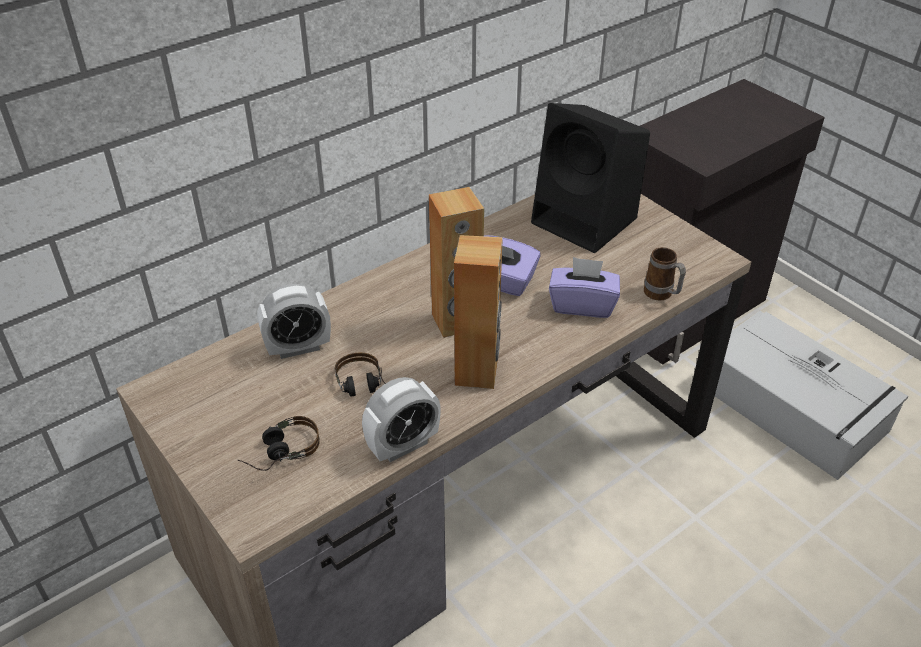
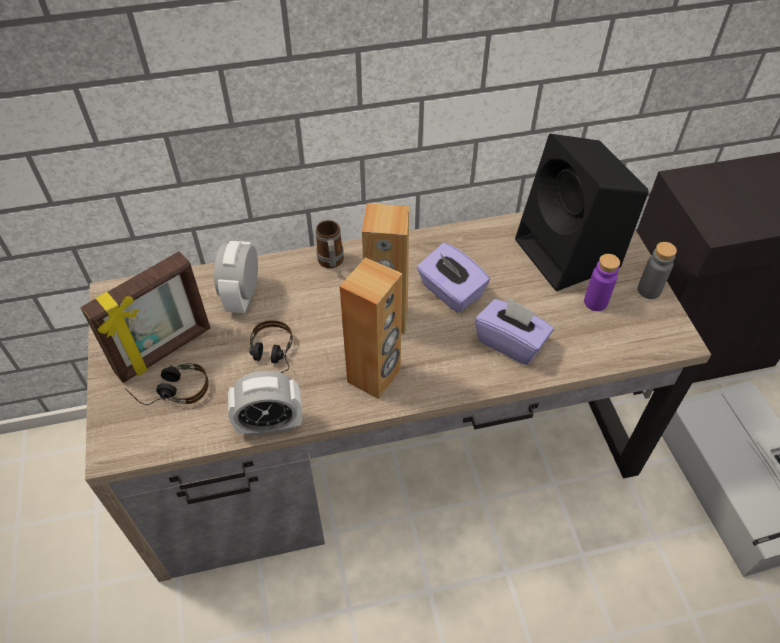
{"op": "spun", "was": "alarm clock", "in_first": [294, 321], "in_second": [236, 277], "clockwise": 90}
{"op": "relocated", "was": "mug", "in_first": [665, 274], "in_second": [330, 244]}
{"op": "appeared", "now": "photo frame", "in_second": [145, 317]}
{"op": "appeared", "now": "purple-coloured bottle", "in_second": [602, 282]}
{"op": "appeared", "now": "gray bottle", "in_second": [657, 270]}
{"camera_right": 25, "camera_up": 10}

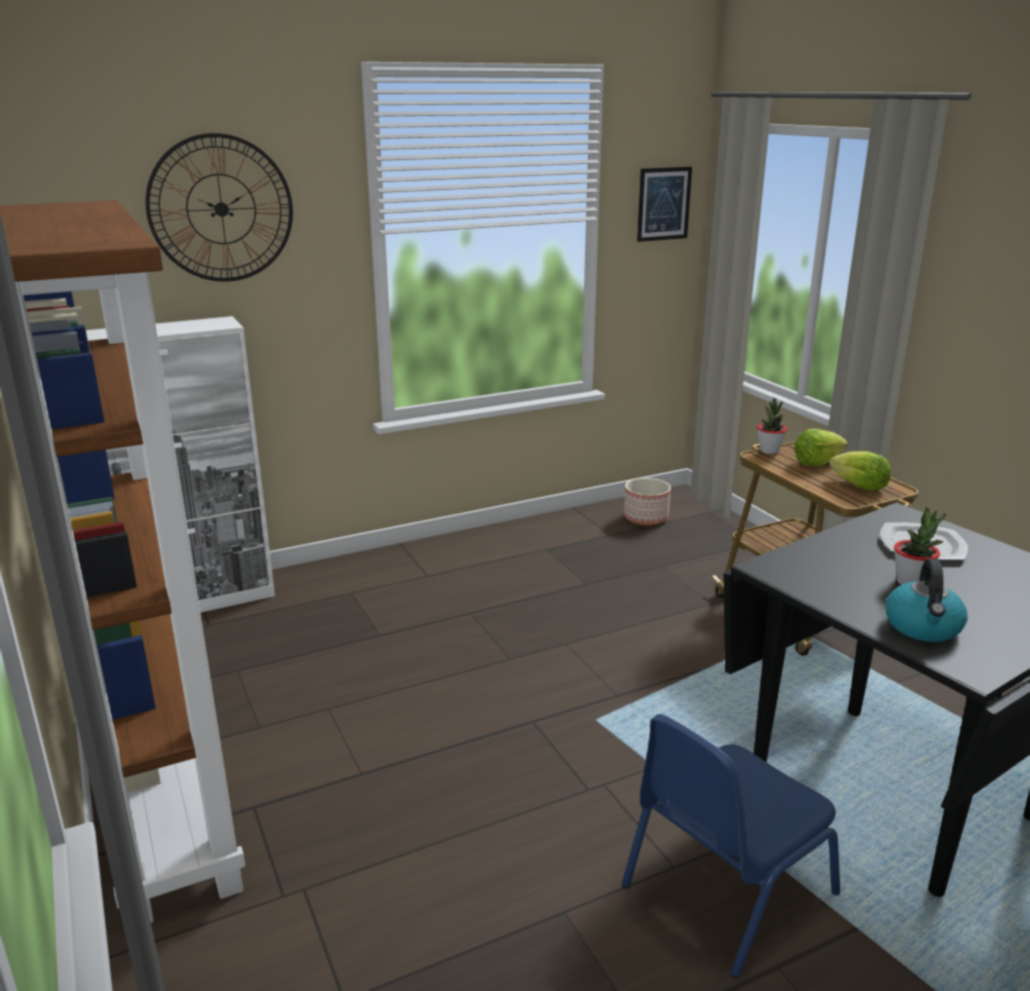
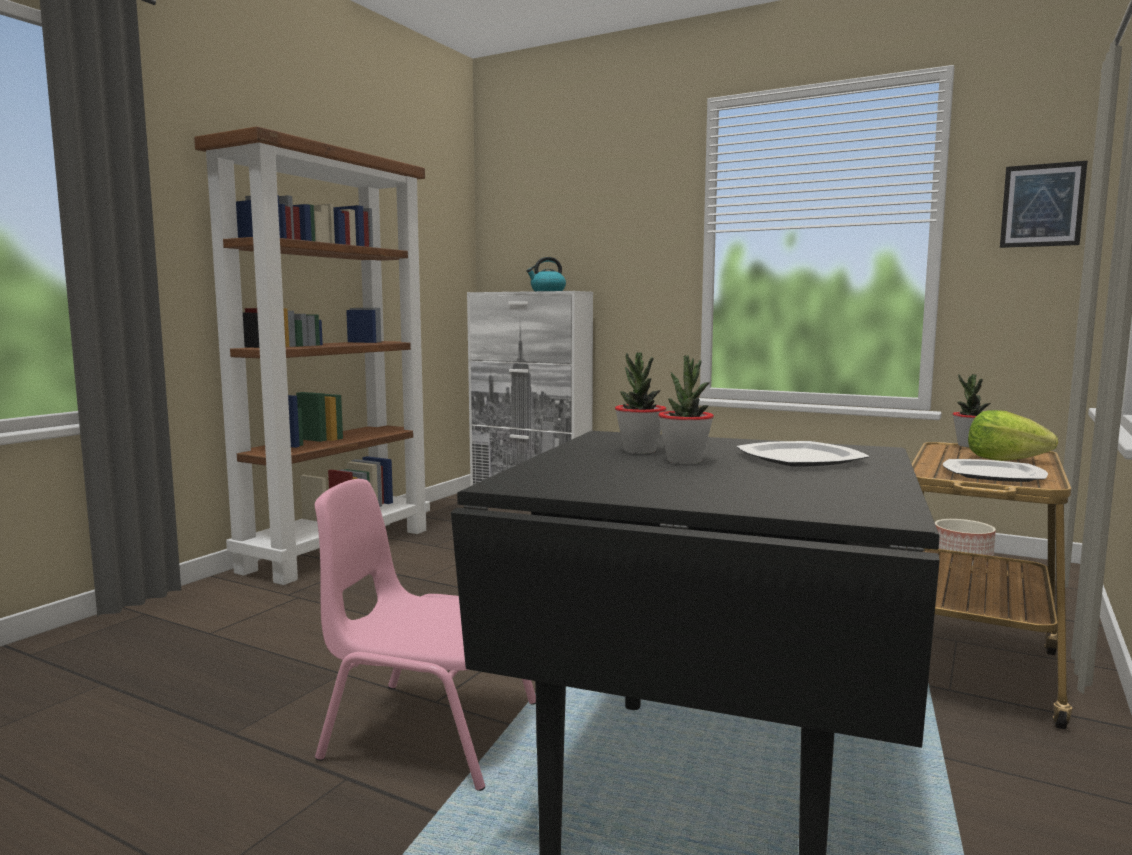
{"op": "missing", "was": "hanging clock", "in_first": [219, 207]}
{"op": "colour", "was": "blue-coloured chair", "now": "pink-coloured chair", "in_first": [731, 846], "in_second": [425, 635]}
{"op": "exchanged", "was": "lettuce head", "now": "dinner plate", "in_first": [860, 471], "in_second": [995, 470]}
{"op": "relocated", "was": "kettle", "in_first": [926, 600], "in_second": [546, 274]}
{"op": "appeared", "now": "houseplant", "in_second": [640, 403]}
{"camera_right": 55, "camera_up": -15}

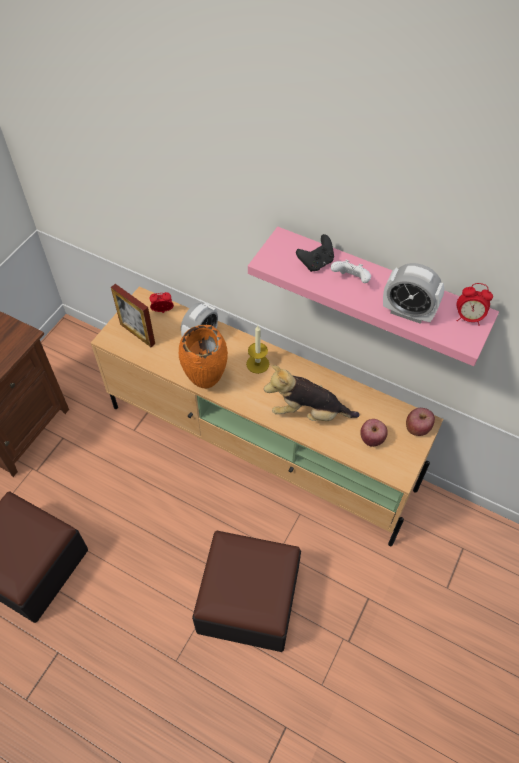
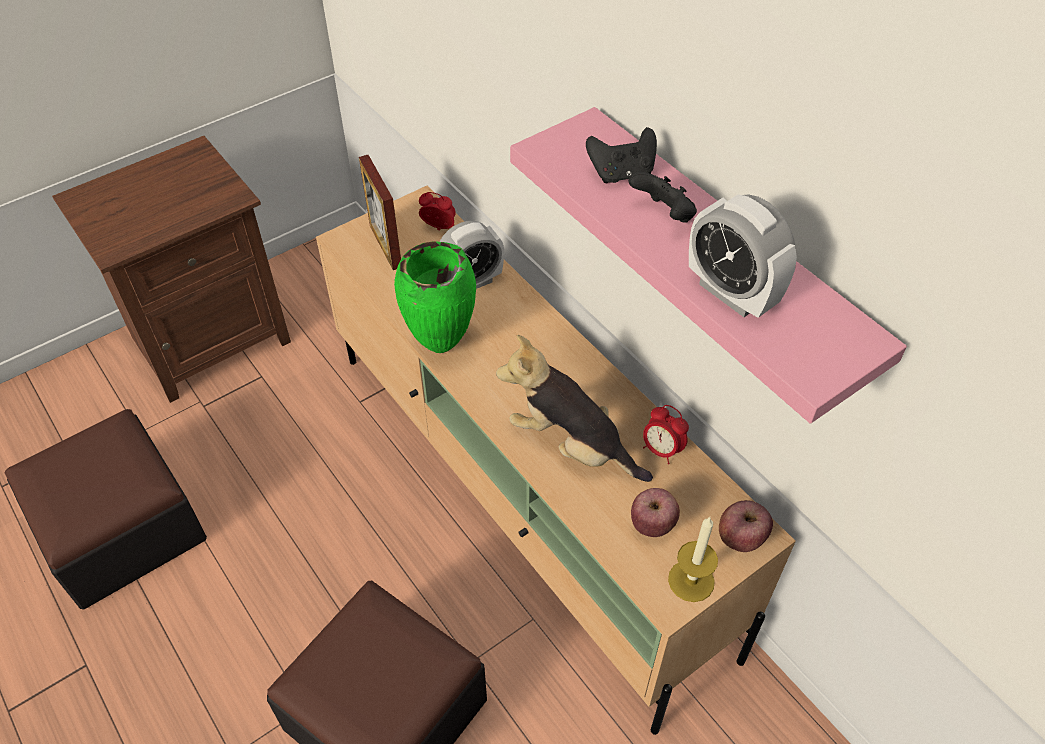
{"op": "colour", "was": "orange flower vase", "now": "green-coloured flower vase", "in_first": [203, 357], "in_second": [435, 297]}
{"op": "relocated", "was": "wax light", "in_first": [257, 350], "in_second": [693, 559]}
{"op": "colour", "was": "white gamepad", "now": "black-coloured gamepad", "in_first": [351, 271], "in_second": [662, 197]}
{"op": "relocated", "was": "alarm clock", "in_first": [475, 304], "in_second": [666, 434]}
{"camera_right": 25, "camera_up": -5}

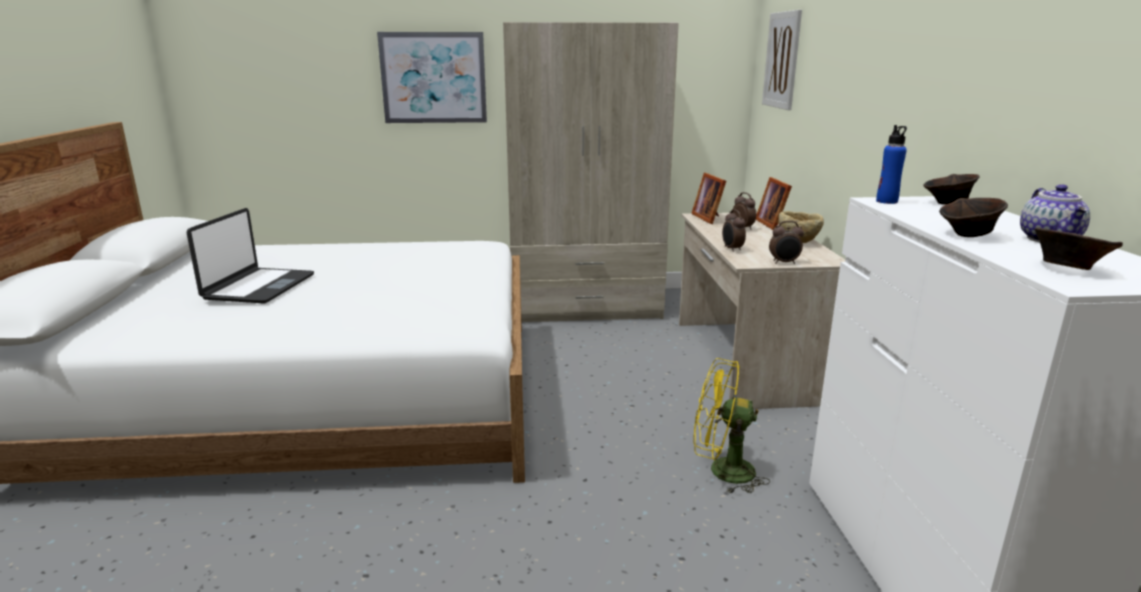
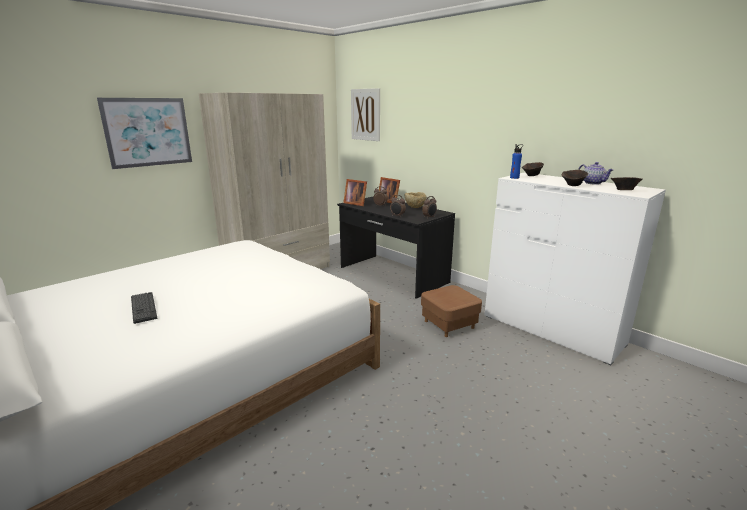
{"op": "exchanged", "was": "notebook computer", "now": "keyboard", "in_first": [250, 256], "in_second": [144, 308]}
{"op": "colour", "was": "sand-coloured desk table", "now": "black-coloured desk table", "in_first": [762, 310], "in_second": [396, 247]}
{"op": "exchanged", "was": "yellow-coloured electric fan", "now": "brownish pouffe", "in_first": [731, 425], "in_second": [451, 311]}
{"camera_right": -40, "camera_up": 0}

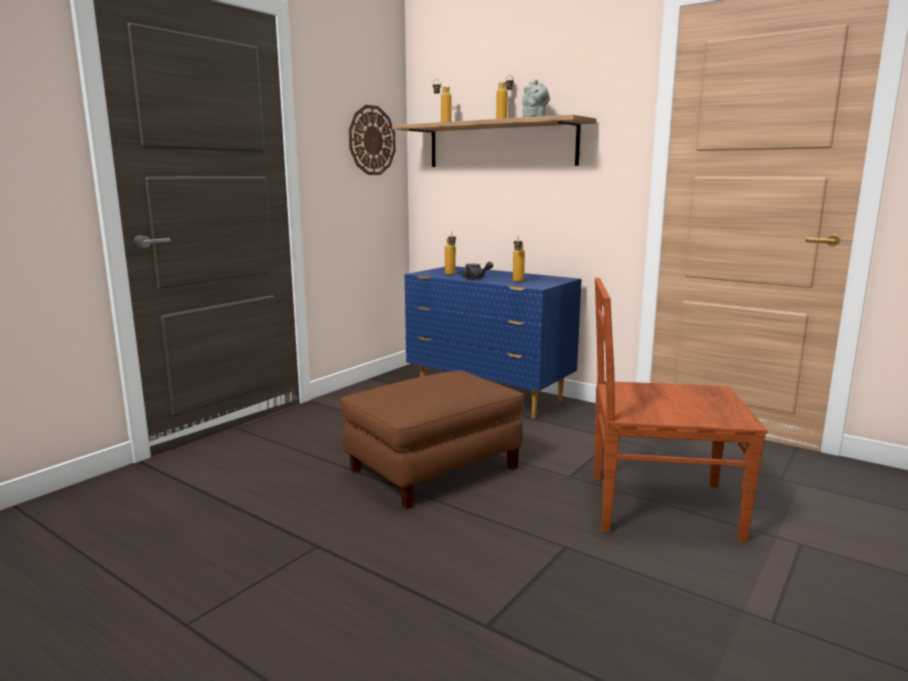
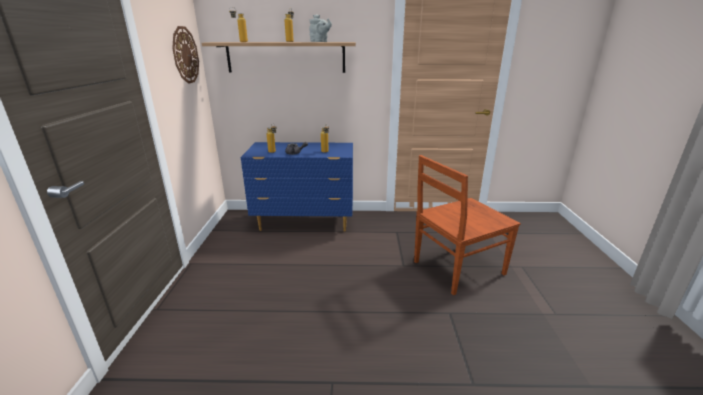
{"op": "missing", "was": "brownish pouffe", "in_first": [432, 439]}
{"camera_right": -35, "camera_up": 10}

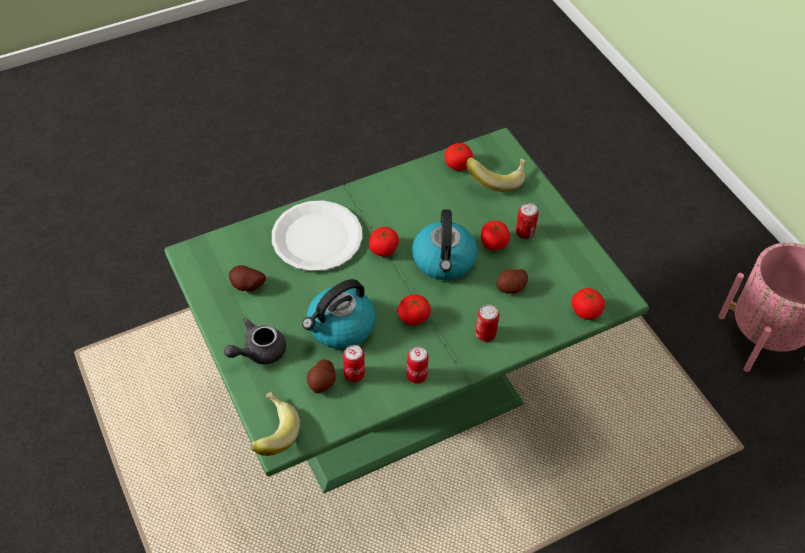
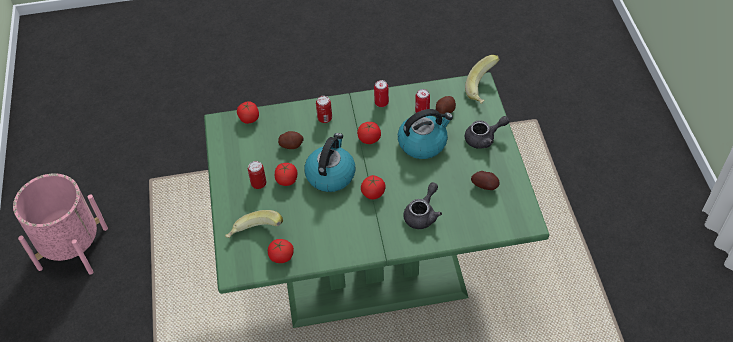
{"op": "exchanged", "was": "white dinner plate", "now": "gray teapot", "in_first": [317, 236], "in_second": [422, 205]}
{"camera_right": -160, "camera_up": 0}

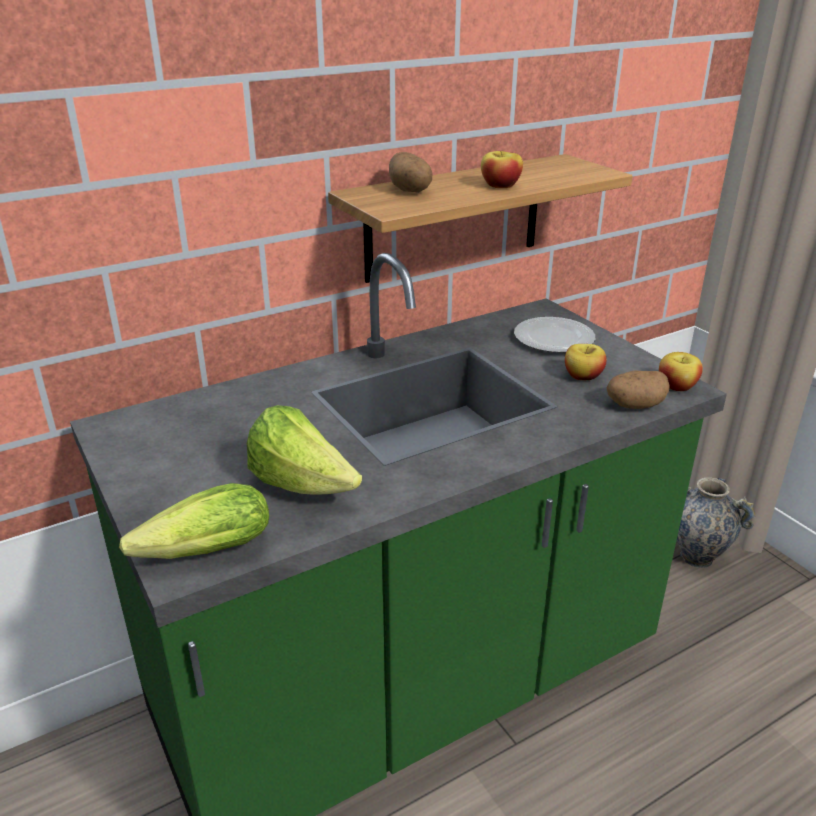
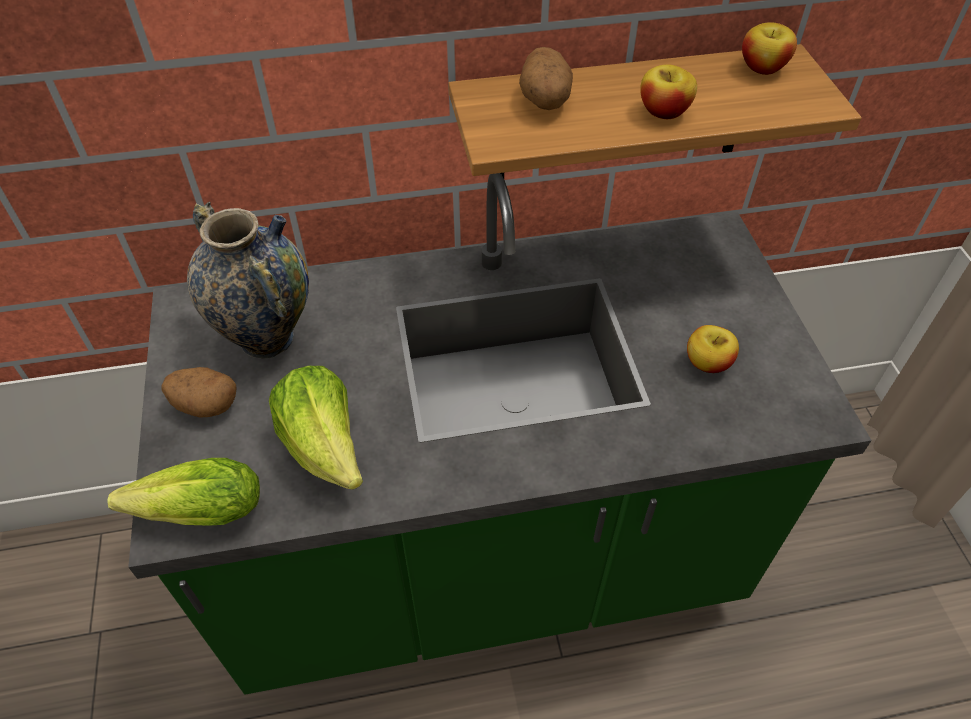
{"op": "missing", "was": "dinner plate", "in_first": [554, 335]}
{"op": "relocated", "was": "whole potato", "in_first": [638, 389], "in_second": [199, 392]}
{"op": "relocated", "was": "apple fruit", "in_first": [681, 371], "in_second": [769, 48]}
{"op": "relocated", "was": "flower vase", "in_first": [716, 523], "in_second": [248, 280]}
{"camera_right": 20, "camera_up": 20}

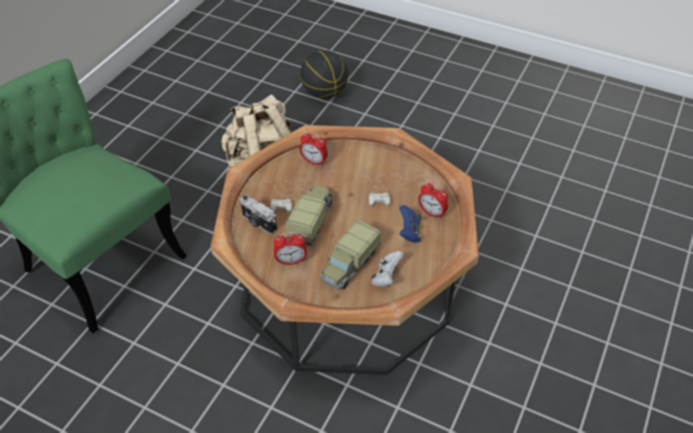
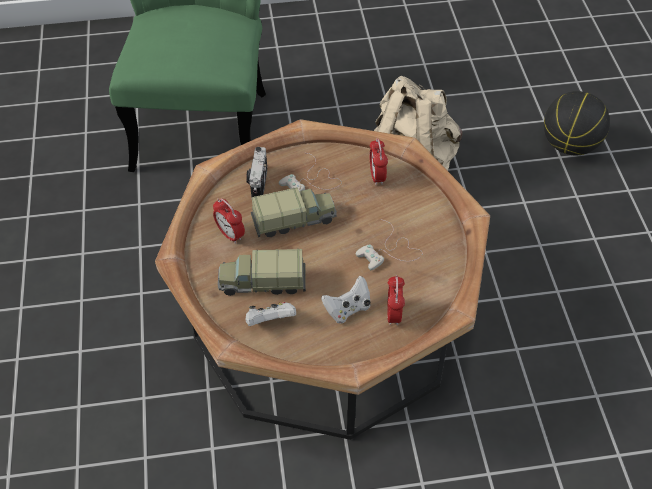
{"op": "colour", "was": "blue-coloured gamepad", "now": "white gamepad", "in_first": [410, 224], "in_second": [345, 299]}
{"camera_right": 55, "camera_up": 5}

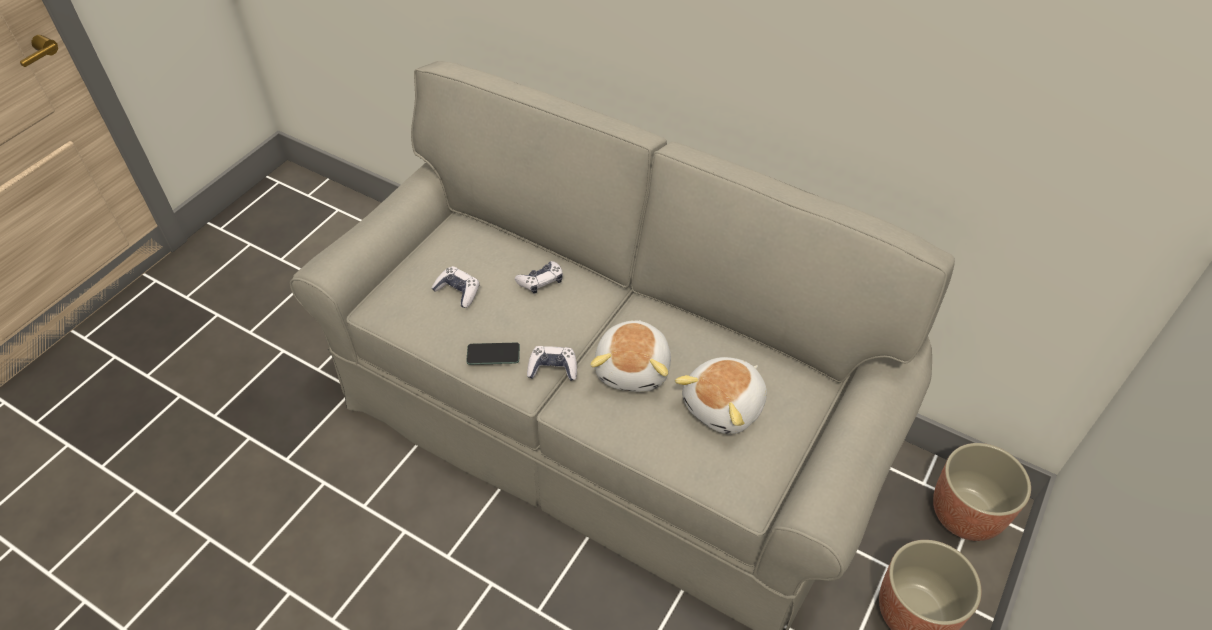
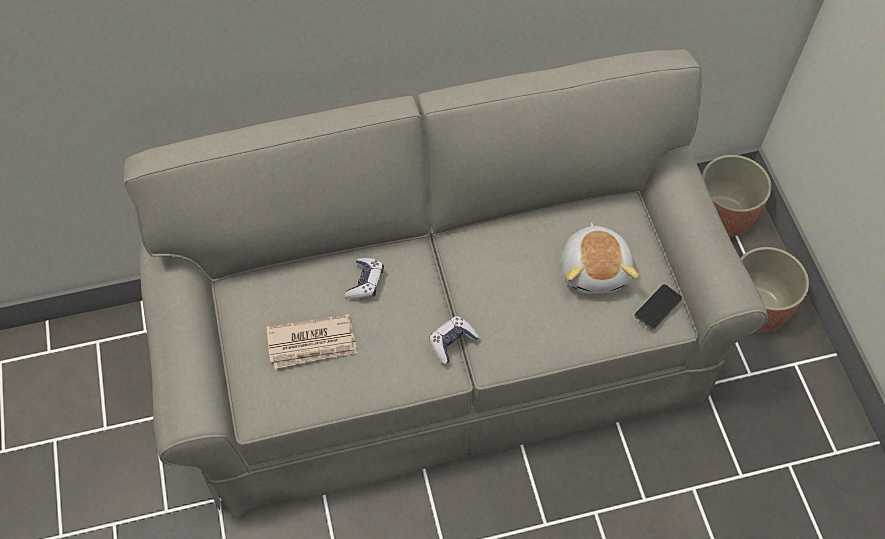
{"op": "exchanged", "was": "gamepad", "now": "newspaper", "in_first": [456, 287], "in_second": [312, 341]}
{"op": "relocated", "was": "telephone", "in_first": [493, 354], "in_second": [658, 306]}
{"op": "missing", "was": "plush toy", "in_first": [630, 356]}
{"camera_right": -45, "camera_up": 10}

